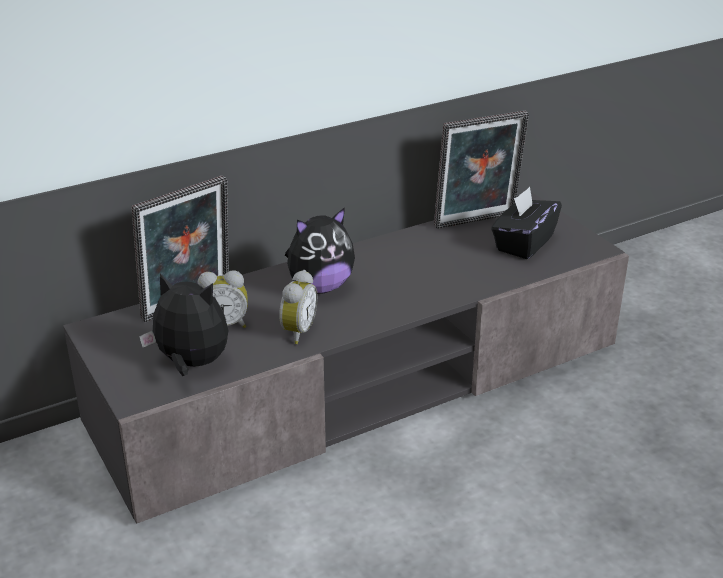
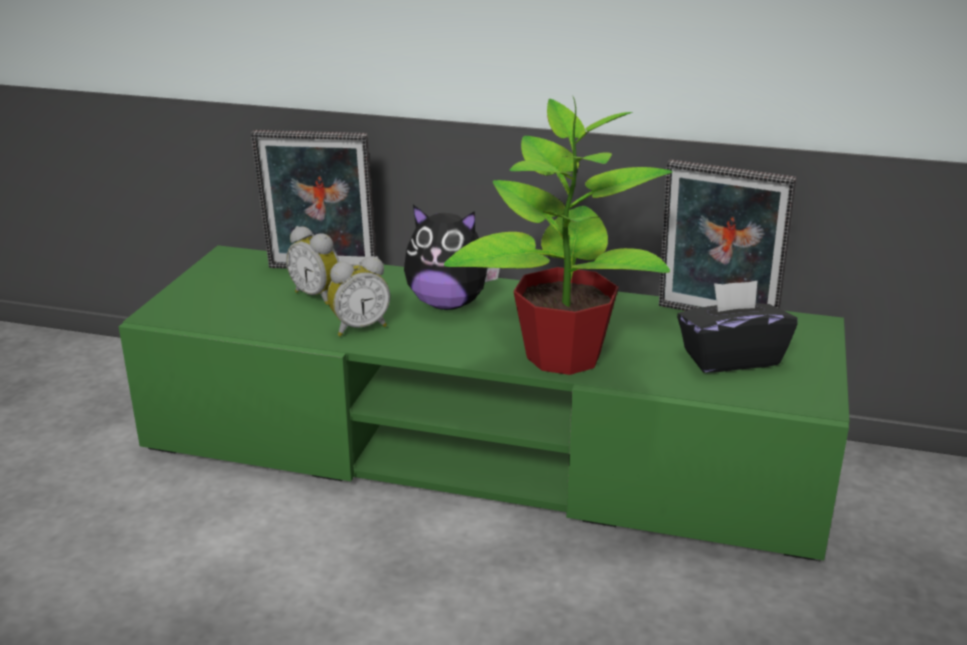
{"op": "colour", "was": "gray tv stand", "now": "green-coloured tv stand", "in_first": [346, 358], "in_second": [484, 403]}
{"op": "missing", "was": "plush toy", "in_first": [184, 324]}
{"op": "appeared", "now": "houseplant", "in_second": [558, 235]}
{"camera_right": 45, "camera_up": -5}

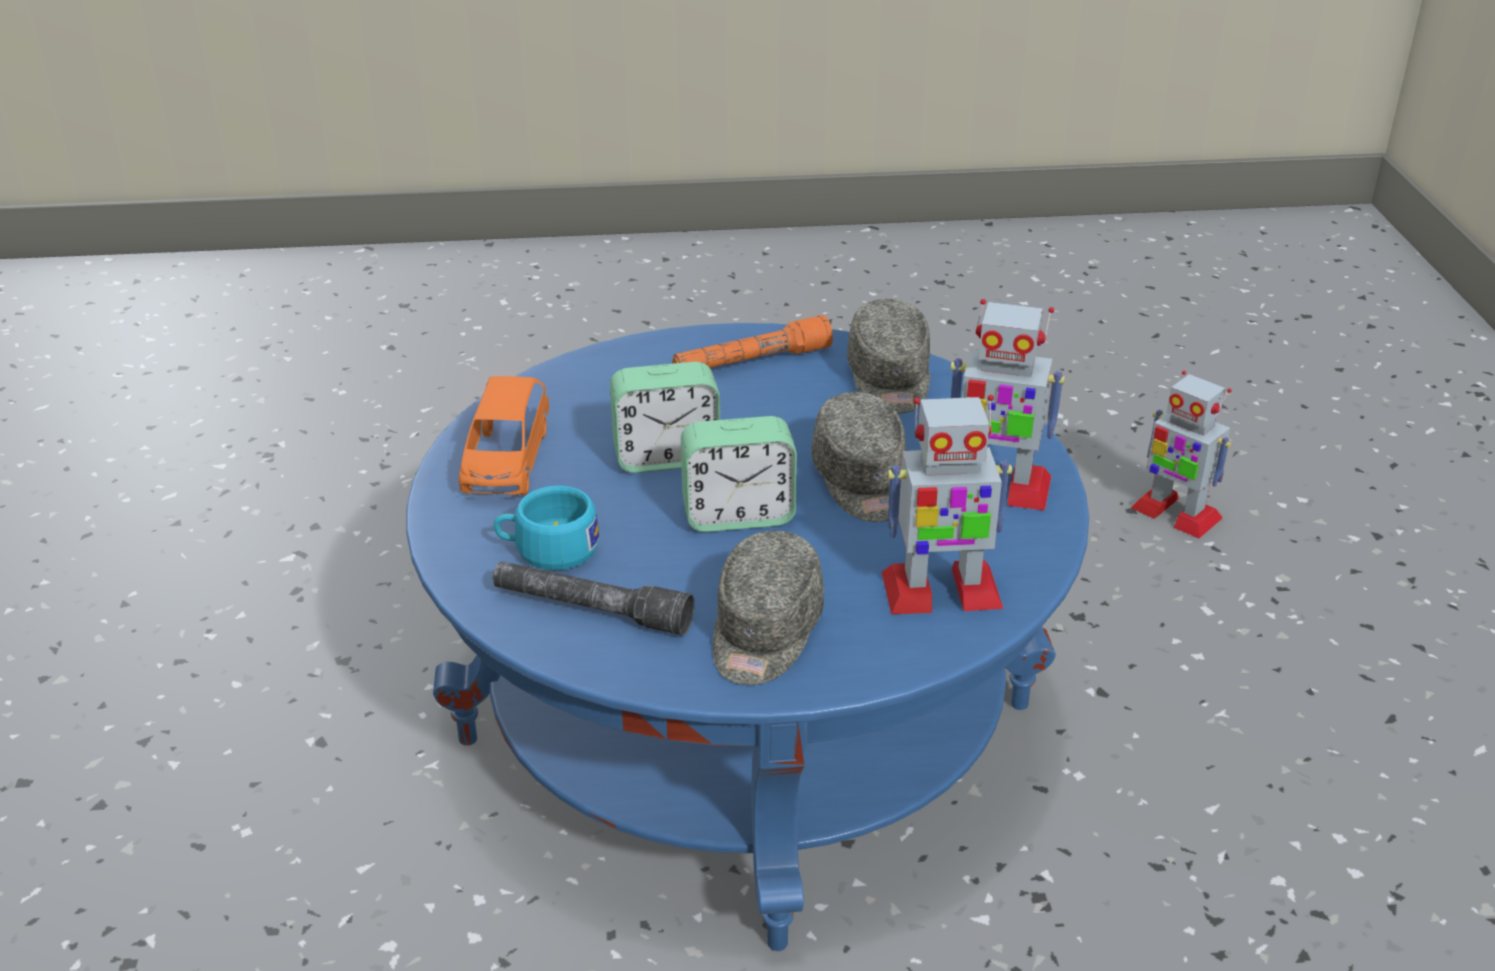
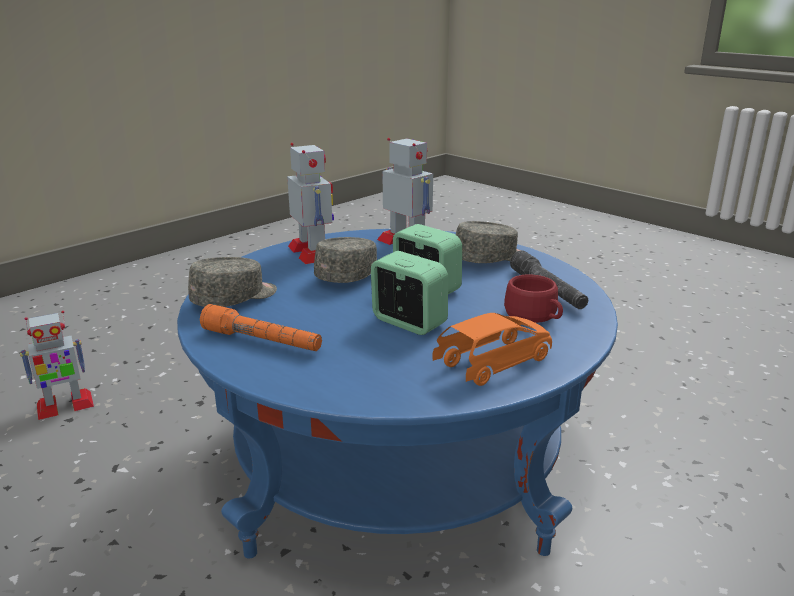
{"op": "colour", "was": "blue-green cup", "now": "reddish cup", "in_first": [546, 528], "in_second": [533, 299]}
{"op": "spun", "was": "model robot", "in_first": [1181, 455], "in_second": [57, 365], "clockwise": 60}
{"camera_right": -130, "camera_up": -10}

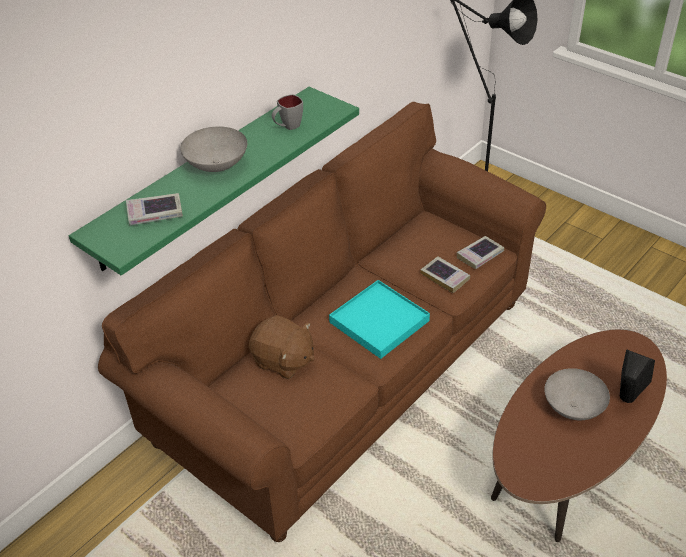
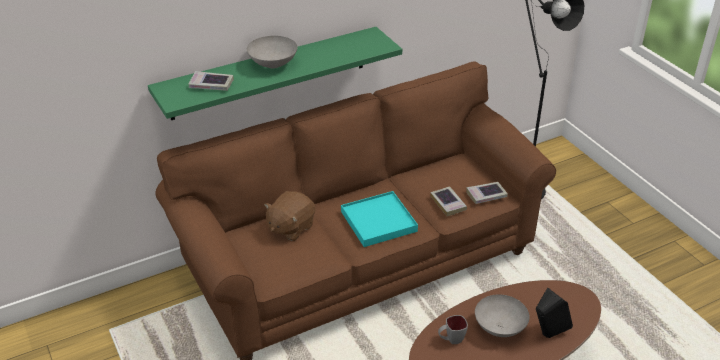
{"op": "spun", "was": "brownish plush toy", "in_first": [281, 347], "in_second": [290, 216], "clockwise": 75}
{"op": "relocated", "was": "gray mug", "in_first": [287, 112], "in_second": [453, 329]}
{"camera_right": 20, "camera_up": -5}

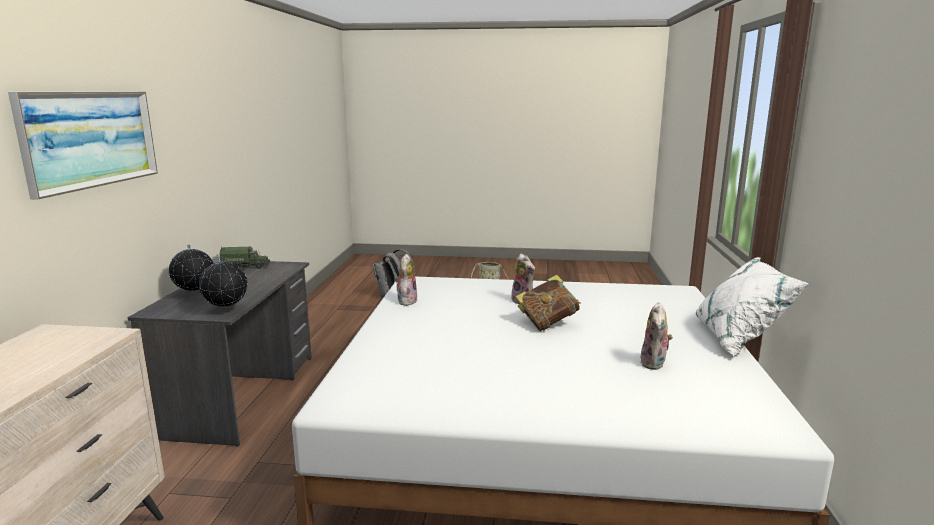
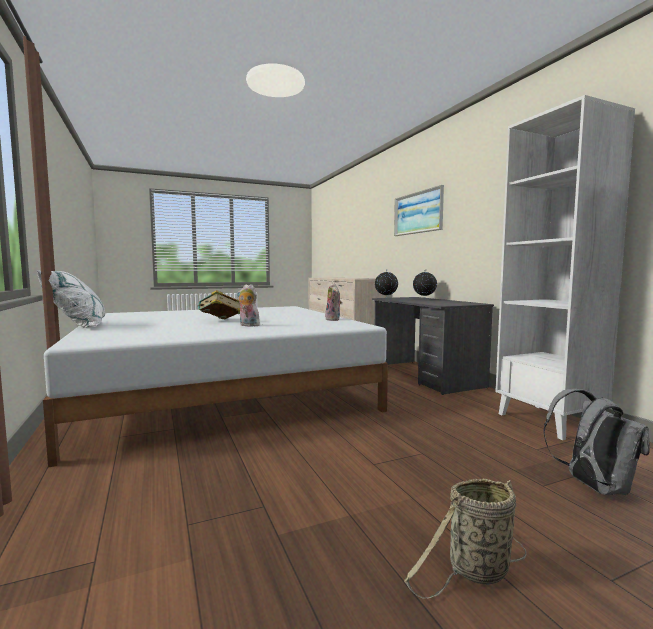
{"op": "missing", "was": "toy lorry", "in_first": [245, 258]}
{"op": "missing", "was": "plush toy", "in_first": [656, 336]}
{"op": "appeared", "now": "white bookshelf", "in_second": [565, 267]}
{"camera_right": 150, "camera_up": -10}

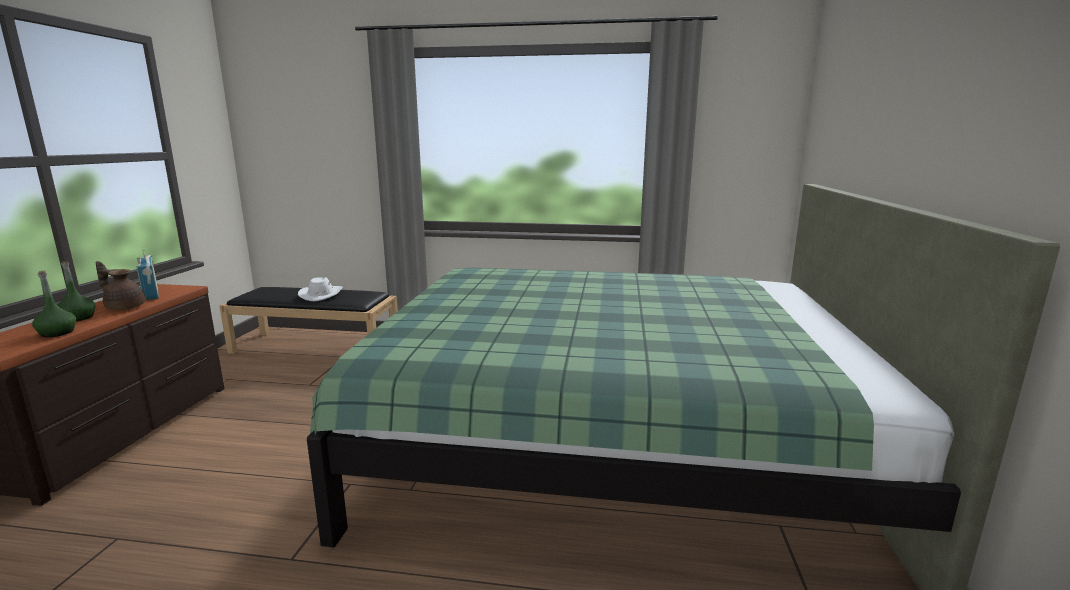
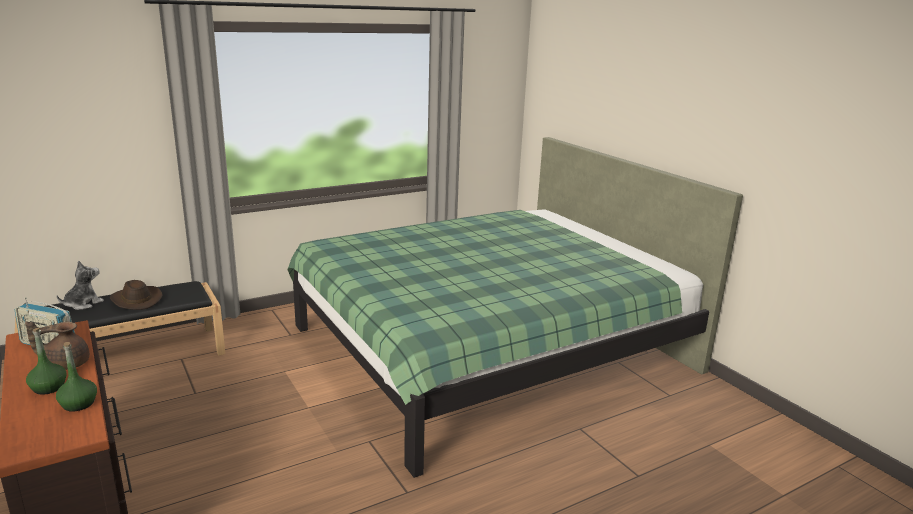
{"op": "colour", "was": "white clothing hat", "now": "brownish clothing hat", "in_first": [320, 289], "in_second": [136, 295]}
{"op": "appeared", "now": "plush toy", "in_second": [80, 285]}
{"camera_right": -40, "camera_up": 5}

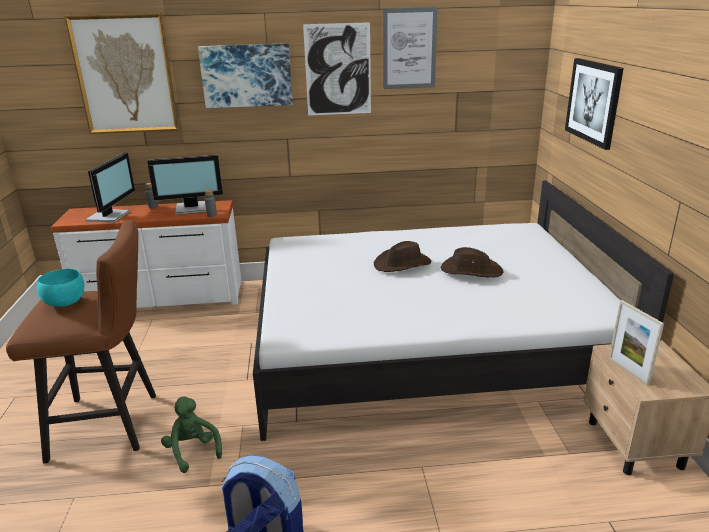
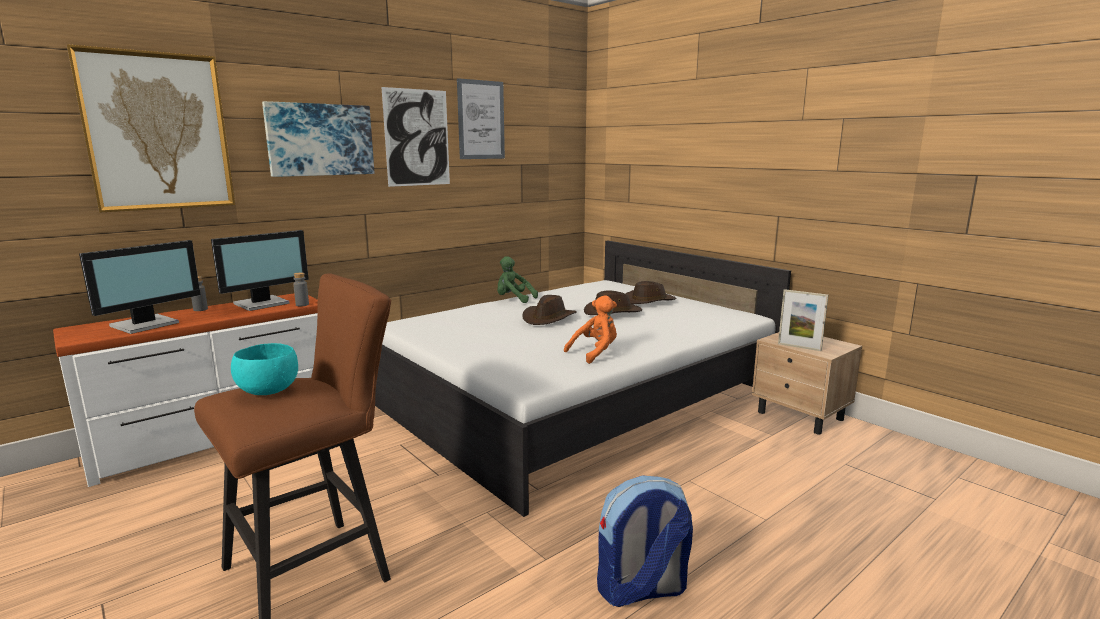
{"op": "spun", "was": "computer screen", "in_first": [110, 187], "in_second": [140, 287], "clockwise": 60}
{"op": "relocated", "was": "green-coloured plush toy", "in_first": [191, 435], "in_second": [517, 279]}
{"op": "missing", "was": "wall picture", "in_first": [594, 104]}
{"op": "appeared", "now": "orange plush toy", "in_second": [590, 329]}
{"op": "appeared", "now": "brownish clothing hat", "in_second": [651, 292]}
{"camera_right": -35, "camera_up": -10}

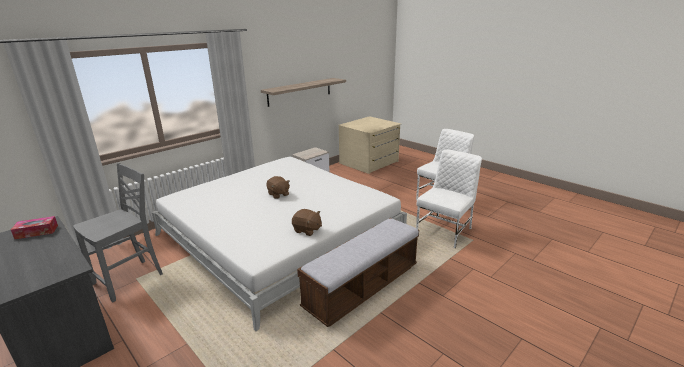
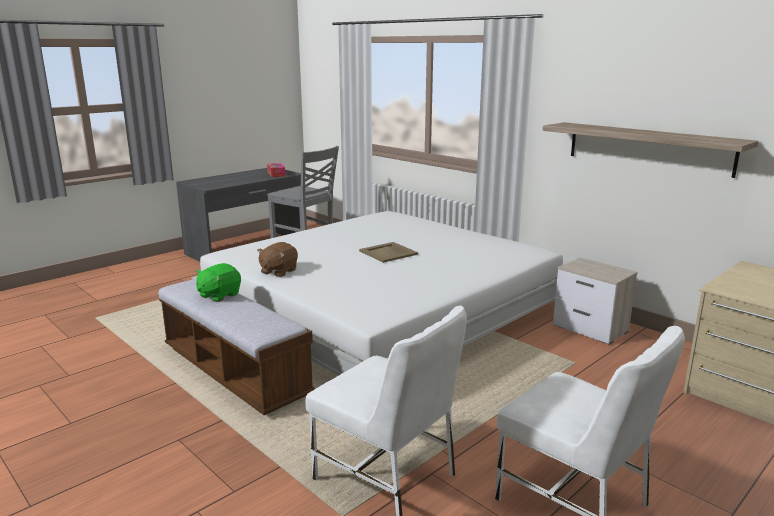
{"op": "exchanged", "was": "brownish plush toy", "now": "sand-coloured serving tray", "in_first": [278, 187], "in_second": [388, 252]}
{"op": "appeared", "now": "green-coloured plush toy", "in_second": [218, 282]}
{"camera_right": 90, "camera_up": -5}

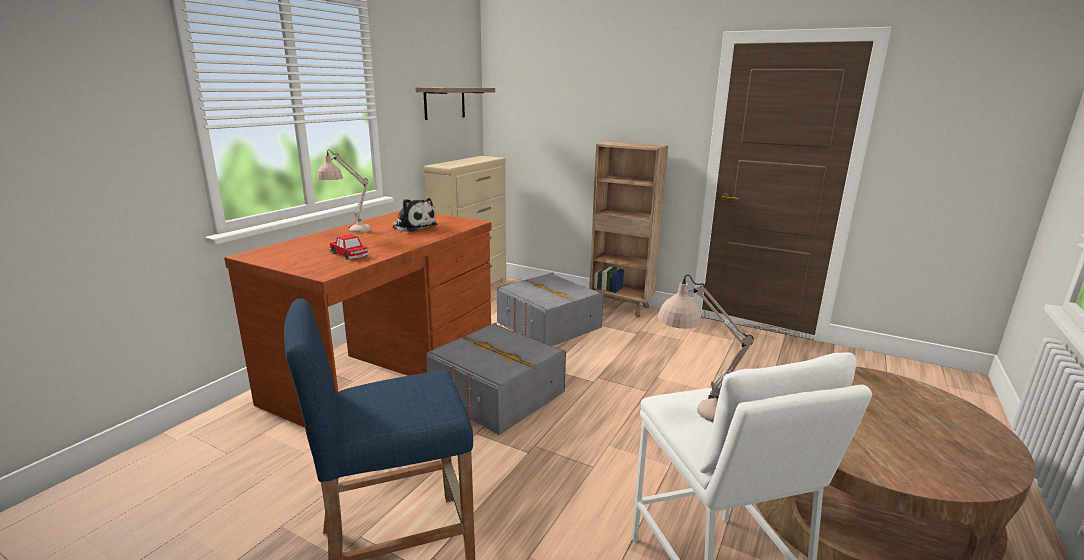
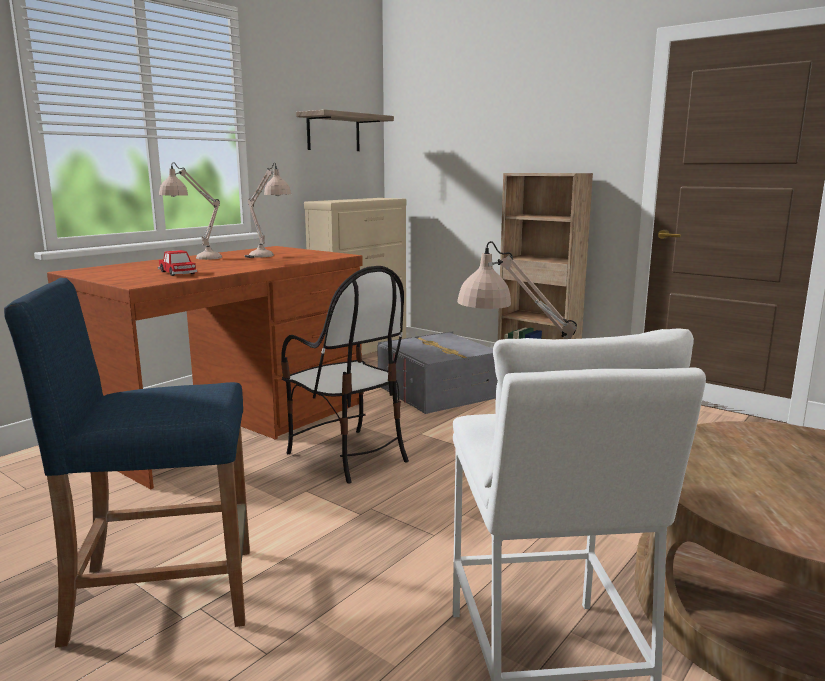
{"op": "exchanged", "was": "plush toy", "now": "sand-coloured tabletop lamp", "in_first": [414, 215], "in_second": [268, 210]}
{"op": "exchanged", "was": "gray storage box", "now": "chair", "in_first": [496, 378], "in_second": [345, 374]}
{"camera_right": 10, "camera_up": -5}

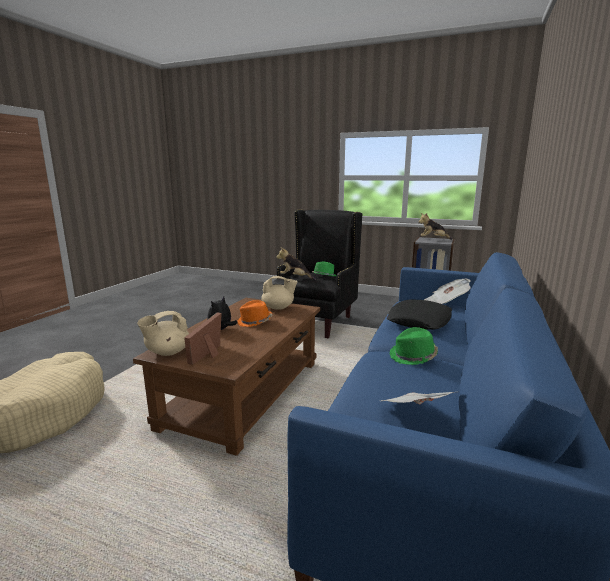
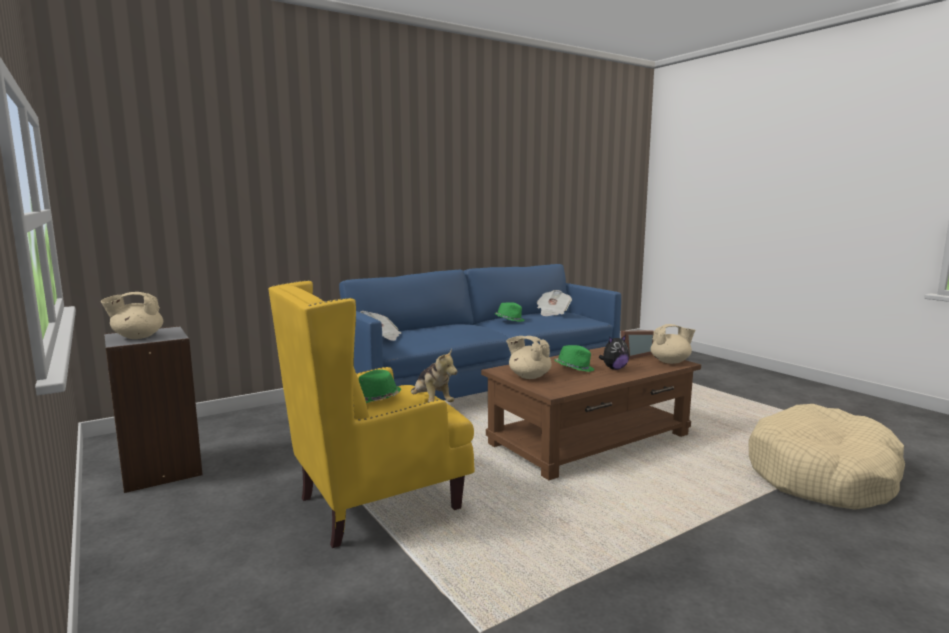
{"op": "colour", "was": "orange clothing hat", "now": "green-coloured clothing hat", "in_first": [255, 313], "in_second": [574, 358]}
{"op": "colour", "was": "black-coloured armchair", "now": "yellow-coloured armchair", "in_first": [317, 274], "in_second": [372, 414]}
{"op": "missing", "was": "black-coloured cushion", "in_first": [419, 315]}
{"op": "exchanged", "was": "plush toy", "now": "sand-coloured teapot", "in_first": [435, 226], "in_second": [132, 315]}
{"camera_right": -145, "camera_up": -5}

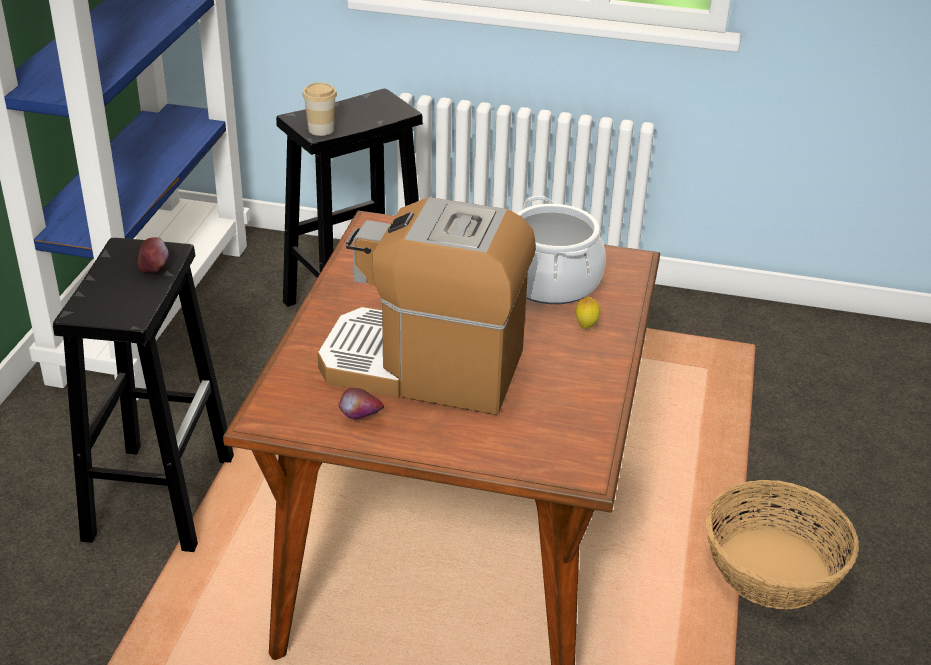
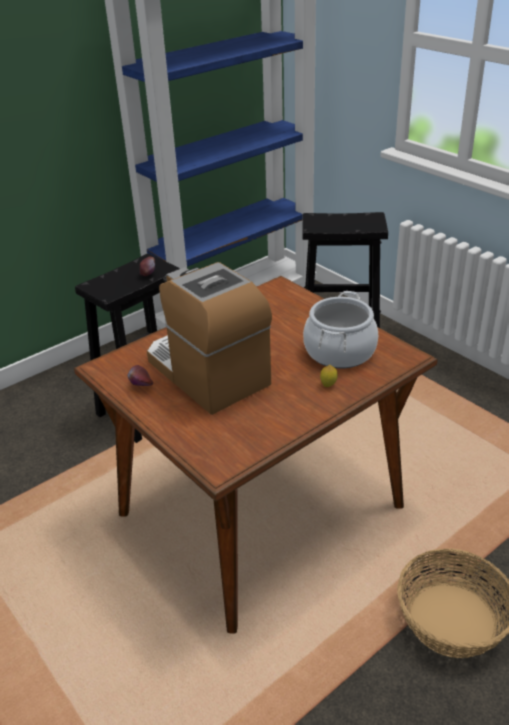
{"op": "missing", "was": "cup", "in_first": [319, 109]}
{"camera_right": 40, "camera_up": 0}

